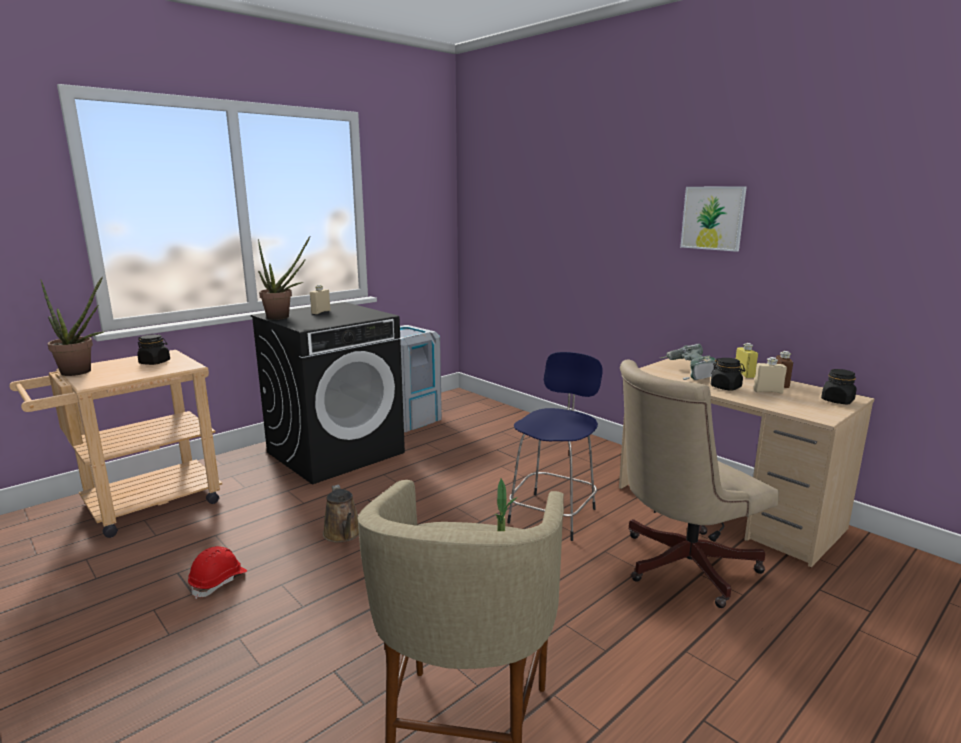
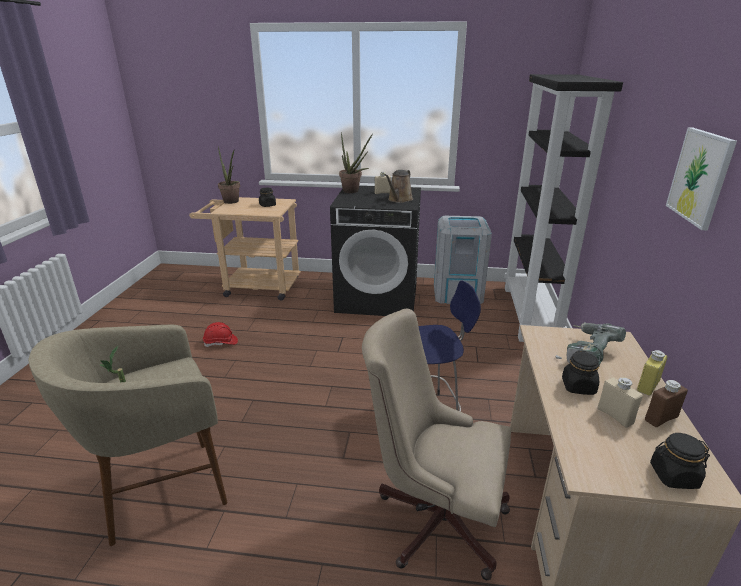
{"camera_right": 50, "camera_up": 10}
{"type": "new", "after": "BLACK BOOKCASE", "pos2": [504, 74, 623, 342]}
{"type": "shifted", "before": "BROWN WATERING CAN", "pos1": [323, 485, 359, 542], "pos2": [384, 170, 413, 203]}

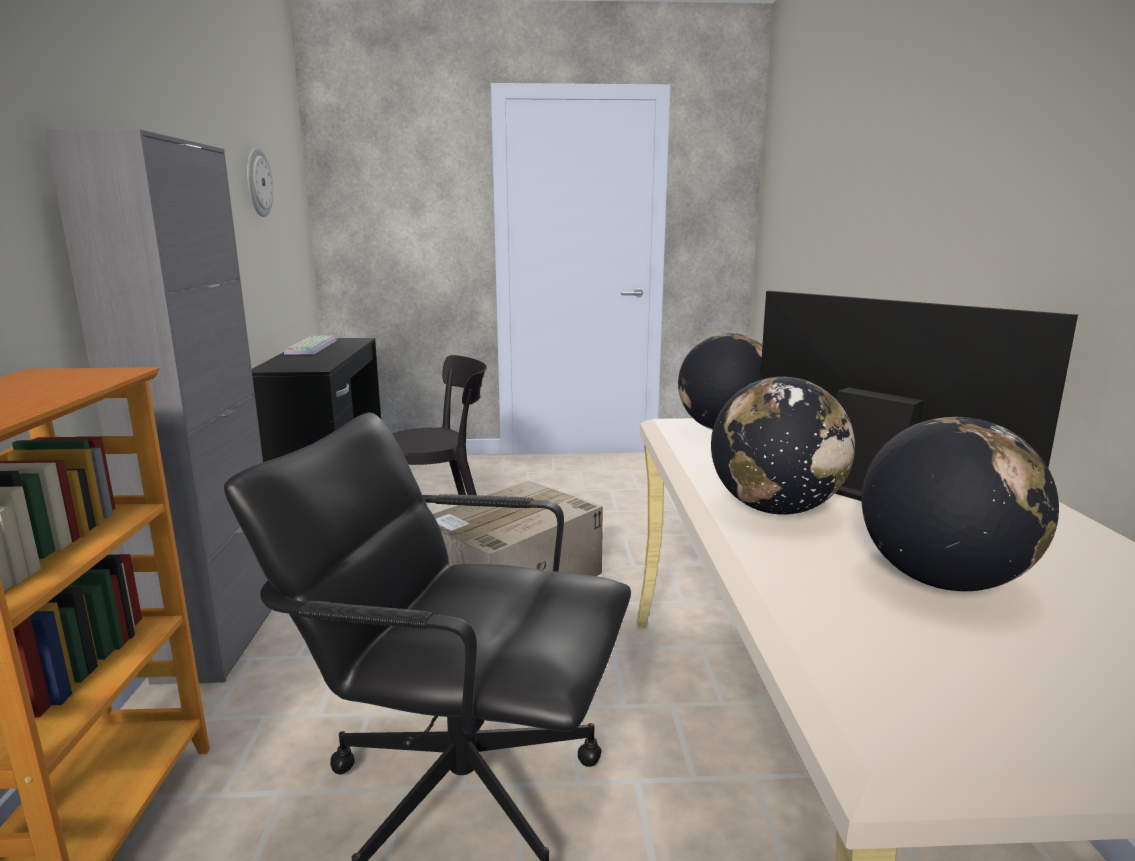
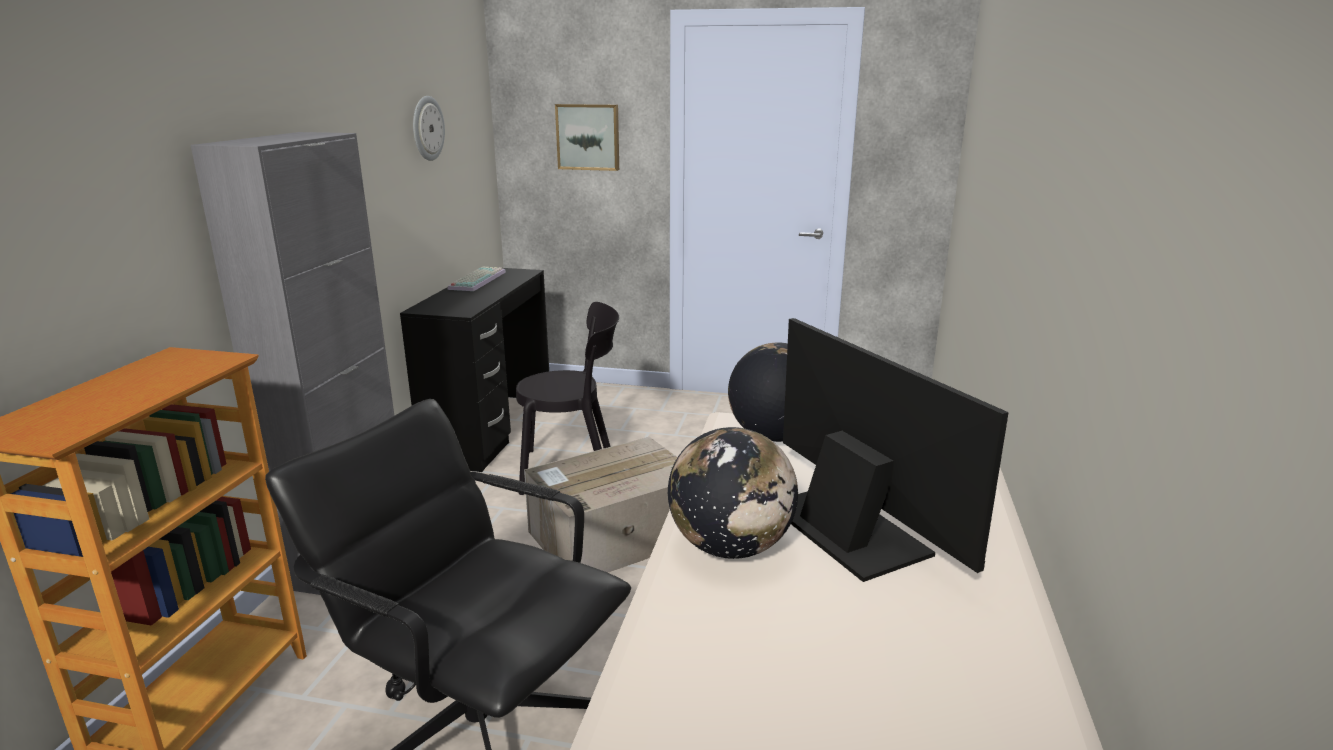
{"camera_right": 15, "camera_up": 5}
{"type": "gone", "before": "DESK GLOBE", "pos1": [861, 417, 1059, 591]}
{"type": "new", "after": "PICTURE", "pos2": [555, 104, 619, 171]}

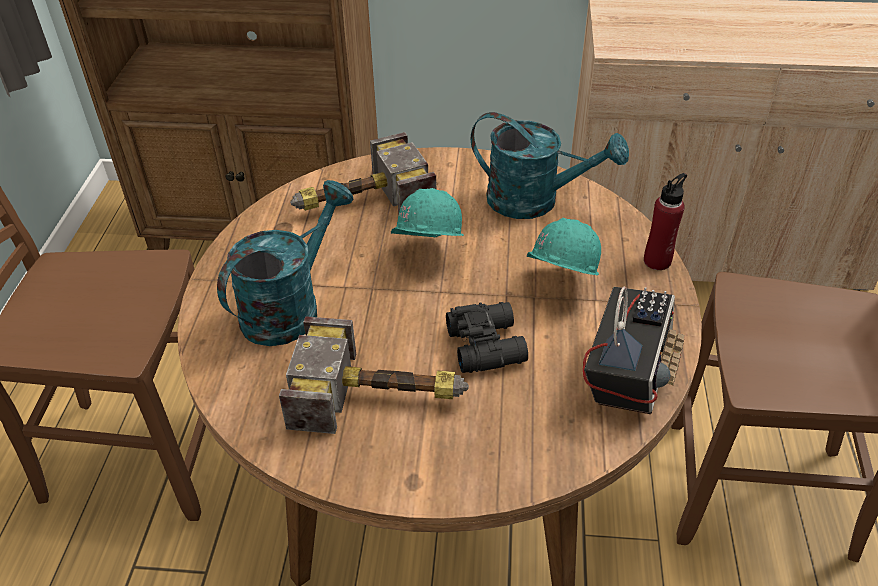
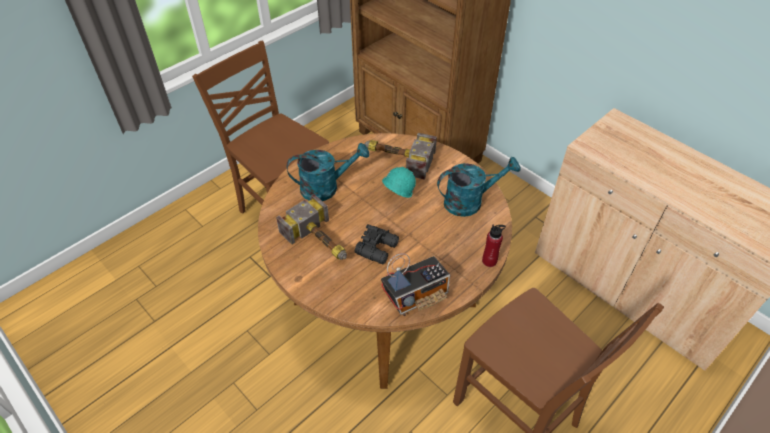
{"camera_right": 40, "camera_up": 5}
{"type": "gone", "before": "TURQUOISE-COLOURED WORK HELMET", "pos1": [527, 218, 601, 276]}
{"type": "rotated", "before": "TURQUOISE-COLOURED WATERING CAN", "pos1": [470, 112, 629, 219], "pos2": [437, 157, 521, 217], "turn": -75}

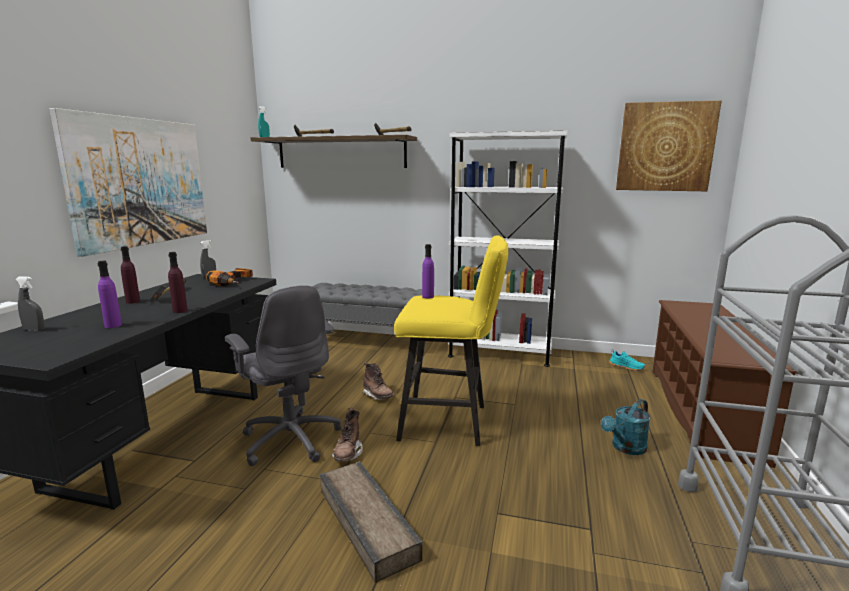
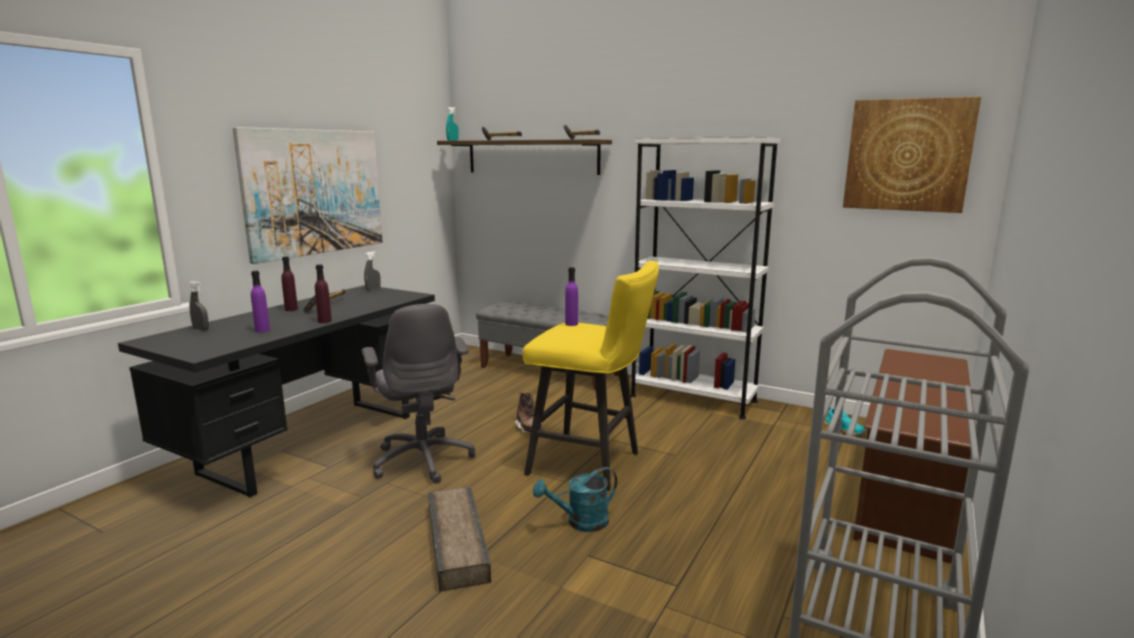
{"camera_right": 15, "camera_up": 0}
{"type": "gone", "before": "DRILL", "pos1": [206, 268, 253, 286]}
{"type": "gone", "before": "BROWN HIGH-TOP BOOT", "pos1": [332, 407, 363, 462]}
{"type": "shifted", "before": "TURQUOISE-COLOURED WATERING CAN", "pos1": [601, 399, 651, 455], "pos2": [533, 467, 617, 532]}

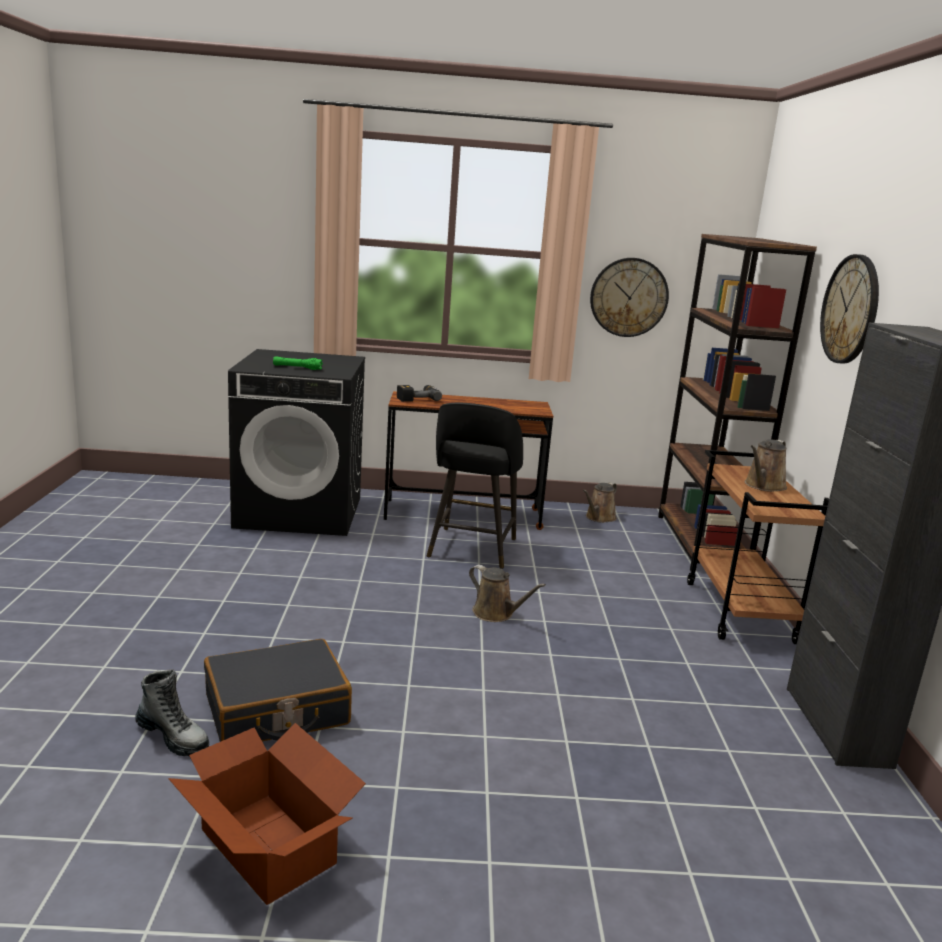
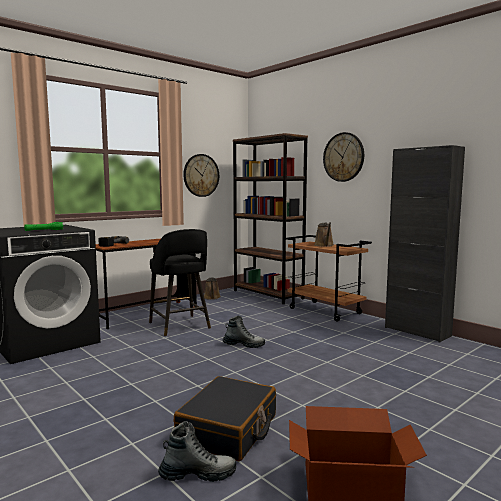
{"camera_right": -40, "camera_up": -10}
{"type": "swapped", "before": "BROWN WATERING CAN", "after": "HIGH-TOP BOOT", "pos1": [469, 565, 546, 622], "pos2": [223, 316, 265, 348]}

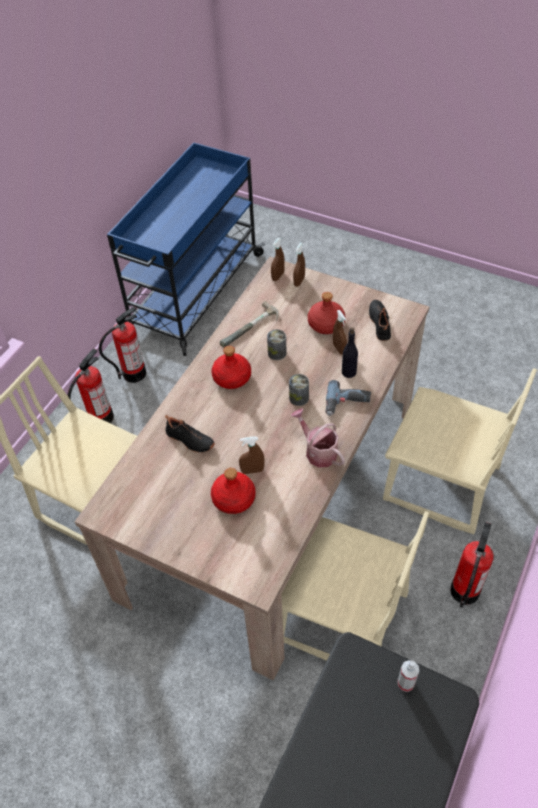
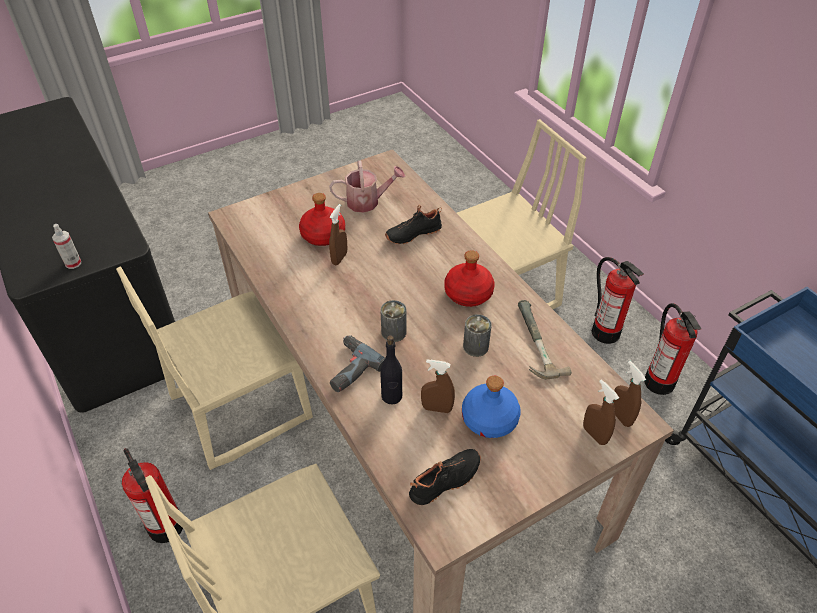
{"camera_right": 120, "camera_up": -5}
{"type": "shifted", "before": "WATERING CAN", "pos1": [291, 408, 345, 468], "pos2": [329, 160, 405, 213]}
{"type": "repainted", "before": "RED-COLOURED BOTTLE", "after": "BLUE BOTTLE", "pos1": [308, 292, 346, 334], "pos2": [462, 376, 521, 438]}
{"type": "rotated", "before": "BLACK ITEM OF FOOTWEAR", "pos1": [369, 300, 391, 341], "pos2": [409, 449, 481, 505], "turn": -60}

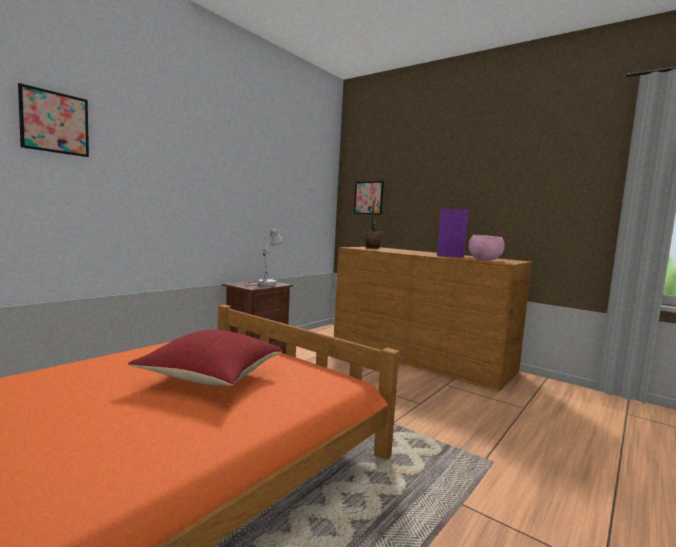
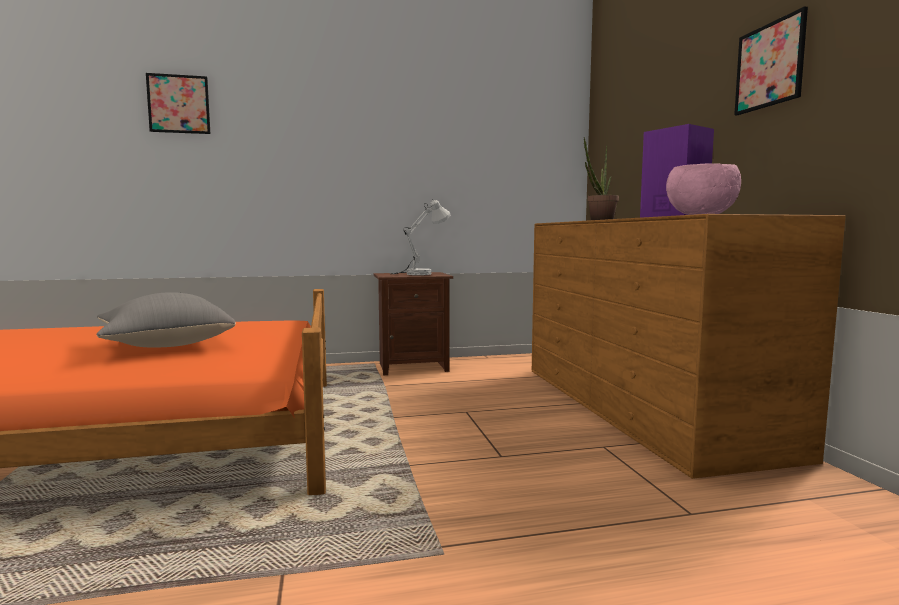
{"camera_right": 40, "camera_up": 0}
{"type": "shifted", "before": "PICTURE", "pos1": [354, 181, 384, 215], "pos2": [734, 6, 808, 115]}
{"type": "repainted", "before": "RED-COLOURED THROW PILLOW", "after": "GREY THROW PILLOW", "pos1": [128, 330, 283, 386], "pos2": [96, 292, 236, 348]}

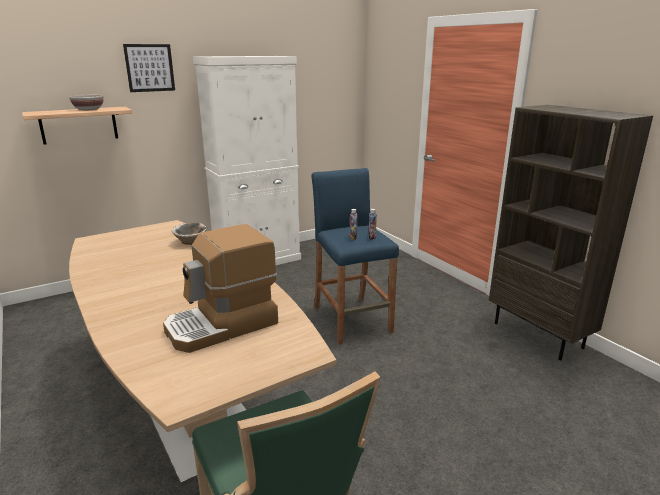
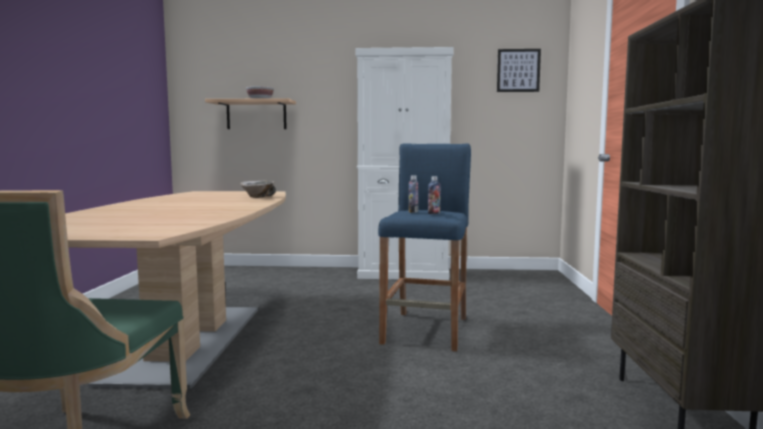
{"camera_right": 35, "camera_up": -15}
{"type": "gone", "before": "COFFEE MAKER", "pos1": [163, 224, 278, 353]}
{"type": "shifted", "before": "PICTURE", "pos1": [123, 44, 175, 92], "pos2": [497, 49, 541, 92]}

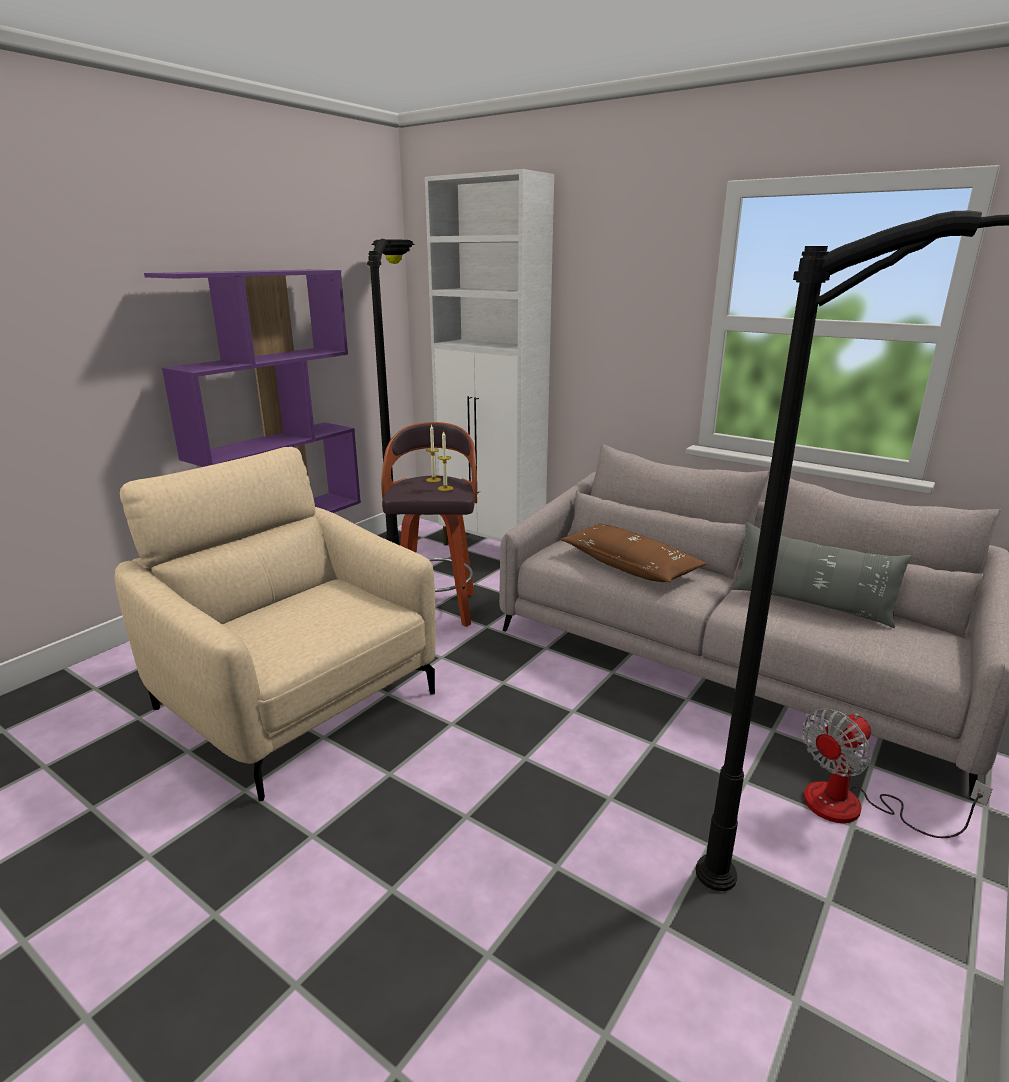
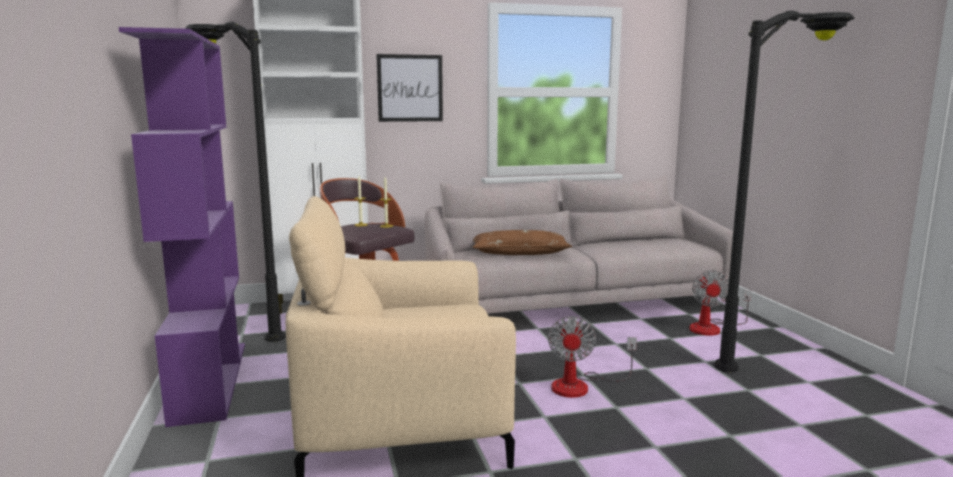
{"camera_right": -50, "camera_up": -10}
{"type": "gone", "before": "GREY THROW PILLOW", "pos1": [731, 522, 911, 628]}
{"type": "new", "after": "PICTURE", "pos2": [376, 54, 443, 122]}
{"type": "new", "after": "FAN", "pos2": [548, 316, 637, 398]}

